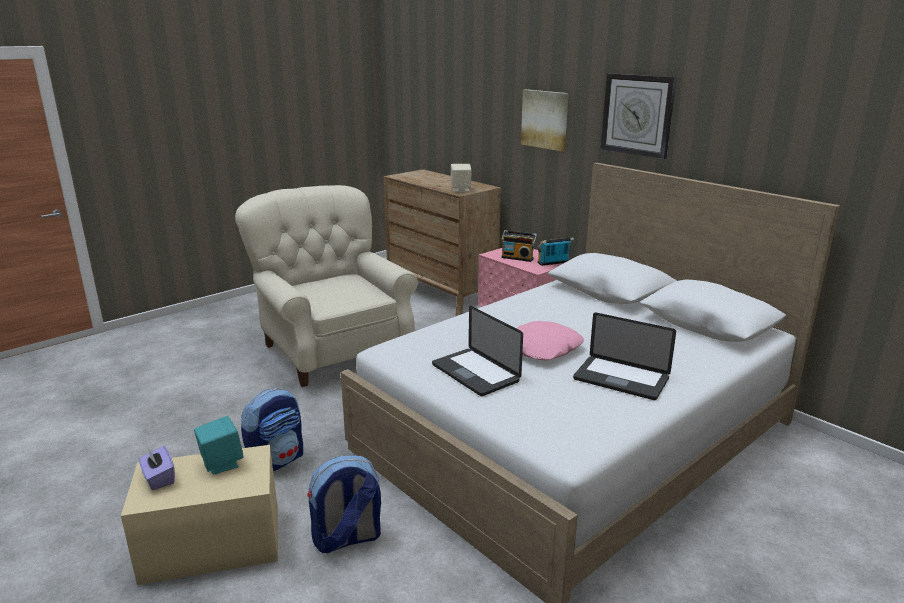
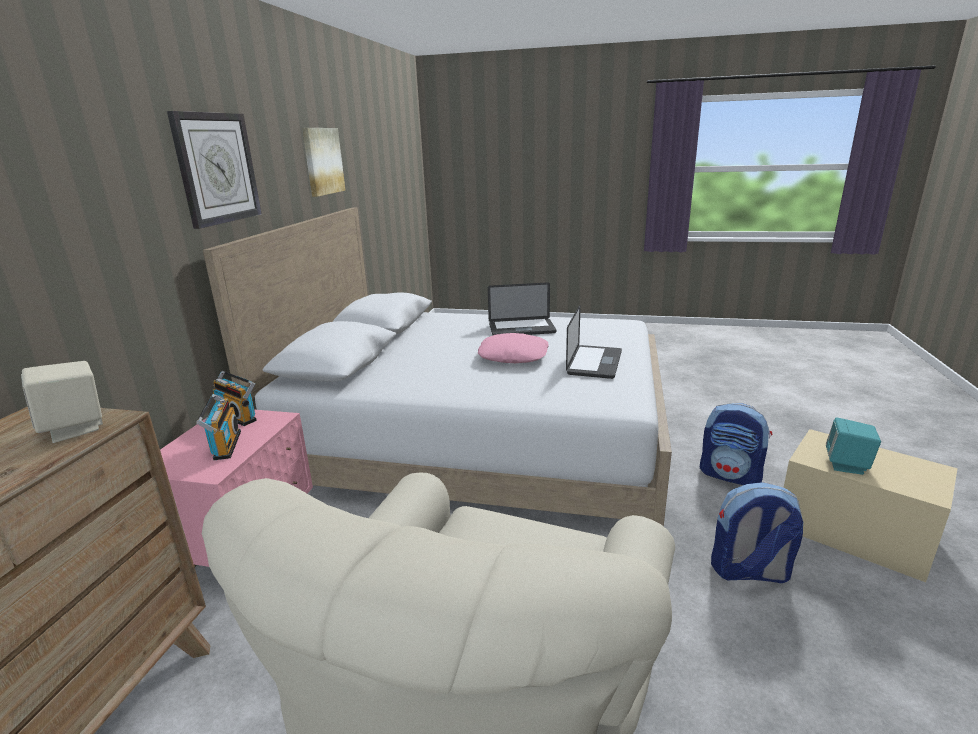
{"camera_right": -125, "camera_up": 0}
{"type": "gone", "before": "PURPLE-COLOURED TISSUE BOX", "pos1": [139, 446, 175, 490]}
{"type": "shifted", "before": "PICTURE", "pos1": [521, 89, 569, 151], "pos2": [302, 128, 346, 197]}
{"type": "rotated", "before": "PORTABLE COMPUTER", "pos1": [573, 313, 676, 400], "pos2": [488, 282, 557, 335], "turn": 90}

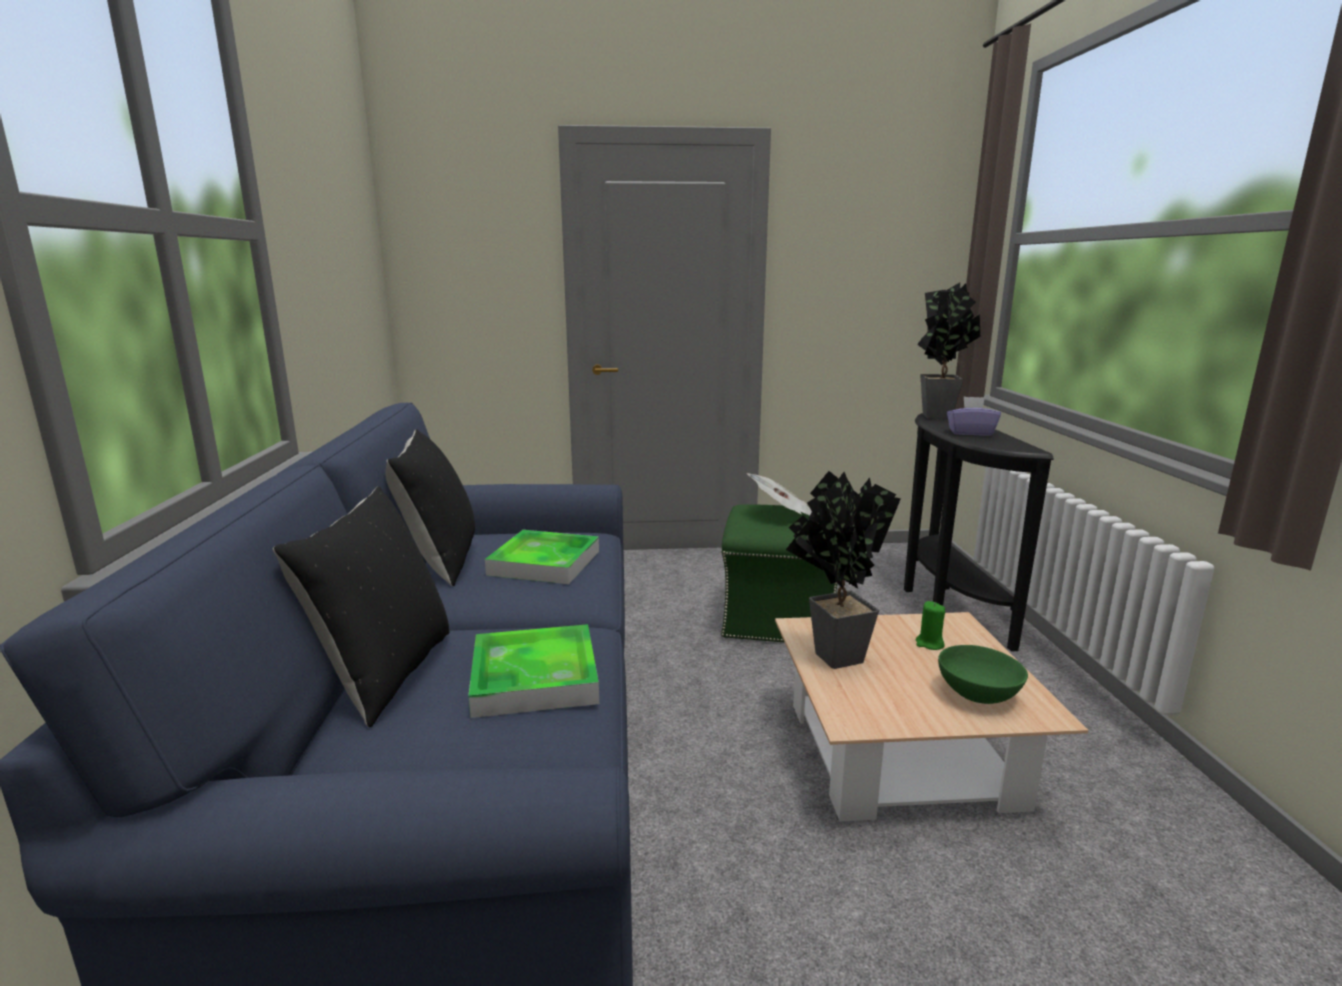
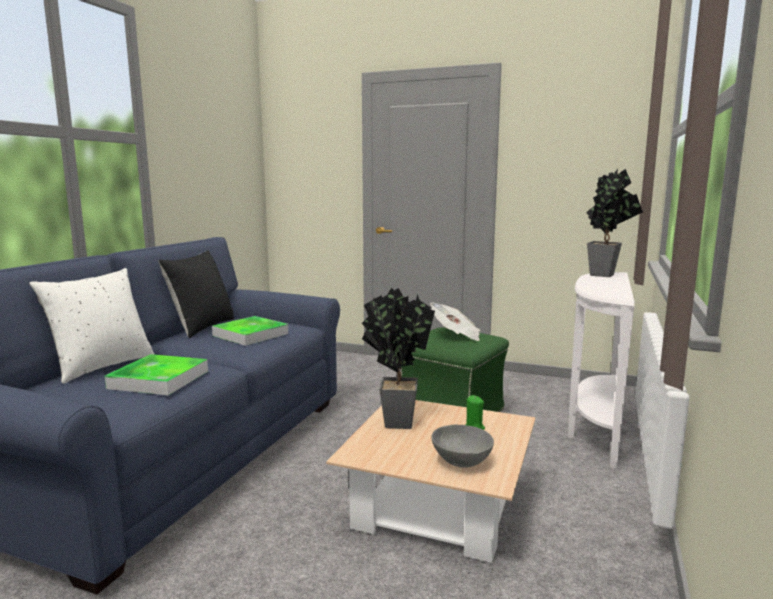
{"camera_right": 25, "camera_up": -5}
{"type": "gone", "before": "PURPLE-COLOURED TISSUE BOX", "pos1": [947, 397, 1001, 436]}
{"type": "repainted", "before": "BLACK THROW PILLOW", "after": "WHITE THROW PILLOW", "pos1": [273, 486, 449, 727], "pos2": [29, 268, 155, 384]}
{"type": "repainted", "before": "BLACK NARROW TABLE", "after": "WHITE NARROW TABLE", "pos1": [904, 413, 1054, 651], "pos2": [567, 272, 635, 469]}
{"type": "repainted", "before": "GREEN-COLOURED DEEP DISH", "after": "GREY DEEP DISH", "pos1": [938, 645, 1028, 704], "pos2": [431, 425, 494, 468]}

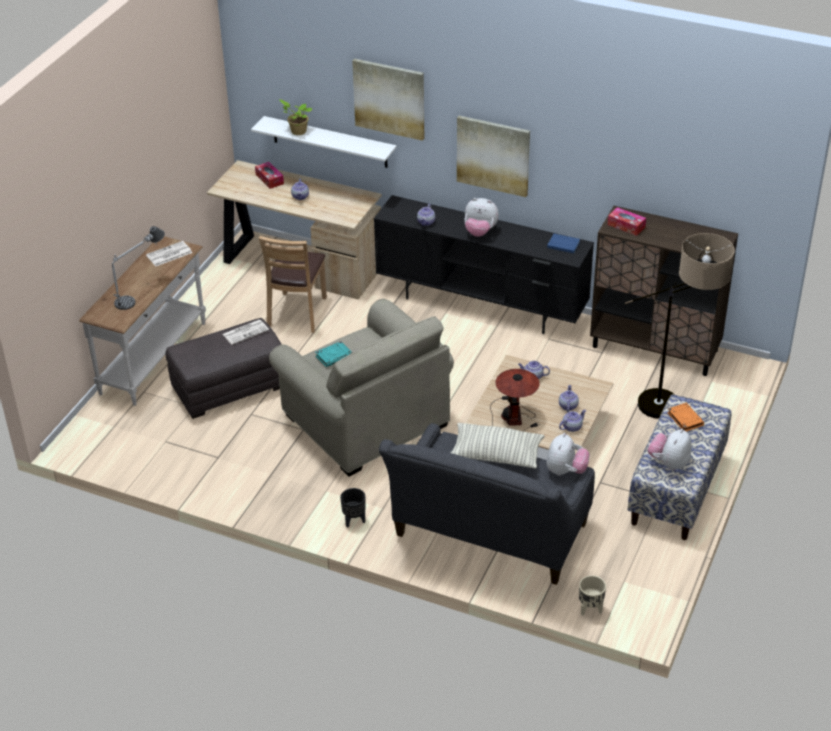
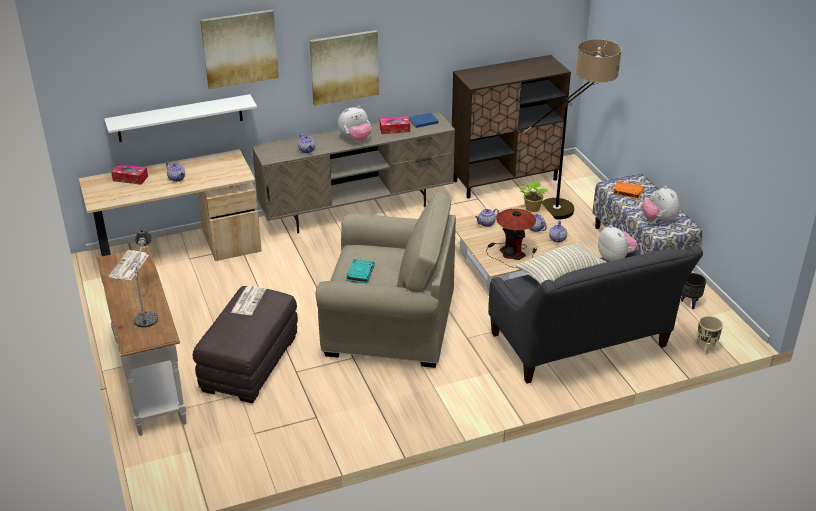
{"camera_right": -45, "camera_up": -5}
{"type": "gone", "before": "BROWN UPRIGHT CHAIR", "pos1": [258, 236, 327, 333]}
{"type": "shifted", "before": "HOUSEPLANT", "pos1": [279, 99, 312, 135], "pos2": [518, 181, 548, 212]}
{"type": "shifted", "before": "BLACK PLANT POT", "pos1": [340, 488, 366, 527], "pos2": [681, 273, 706, 309]}
{"type": "shifted", "before": "TISSUE BOX", "pos1": [608, 207, 646, 236], "pos2": [380, 116, 410, 134]}
{"type": "repainted", "before": "BLACK MEDIA CONSOLE", "after": "SAND-COLOURED MEDIA CONSOLE", "pos1": [374, 195, 594, 334], "pos2": [252, 112, 455, 233]}

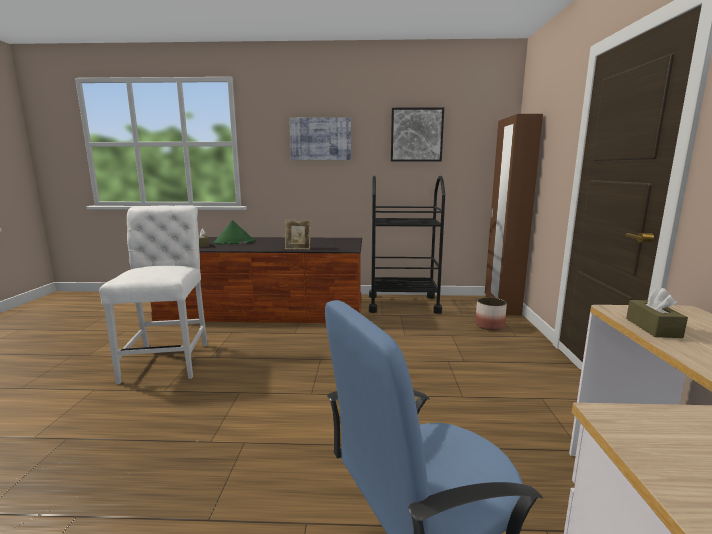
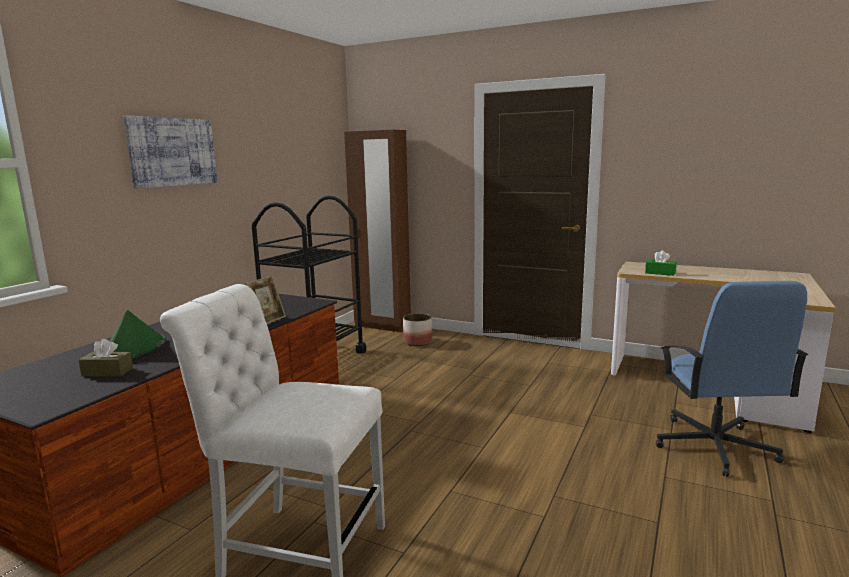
{"camera_right": -65, "camera_up": 0}
{"type": "gone", "before": "PICTURE", "pos1": [391, 107, 444, 162]}
{"type": "repainted", "before": "BROWN TISSUE BOX", "after": "GREEN-COLOURED TISSUE BOX", "pos1": [626, 288, 688, 338], "pos2": [645, 250, 677, 276]}

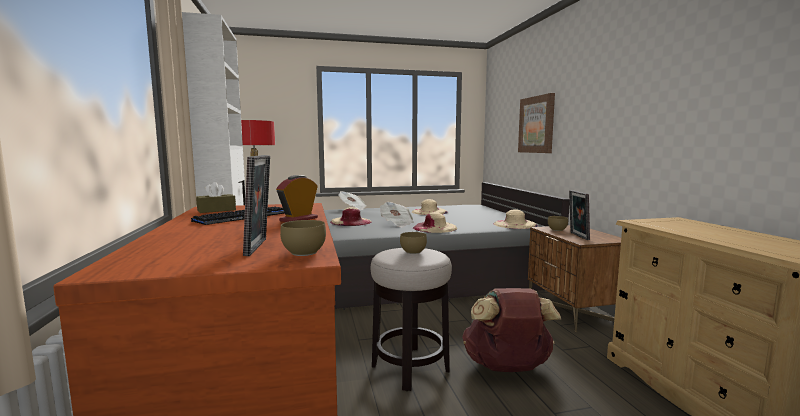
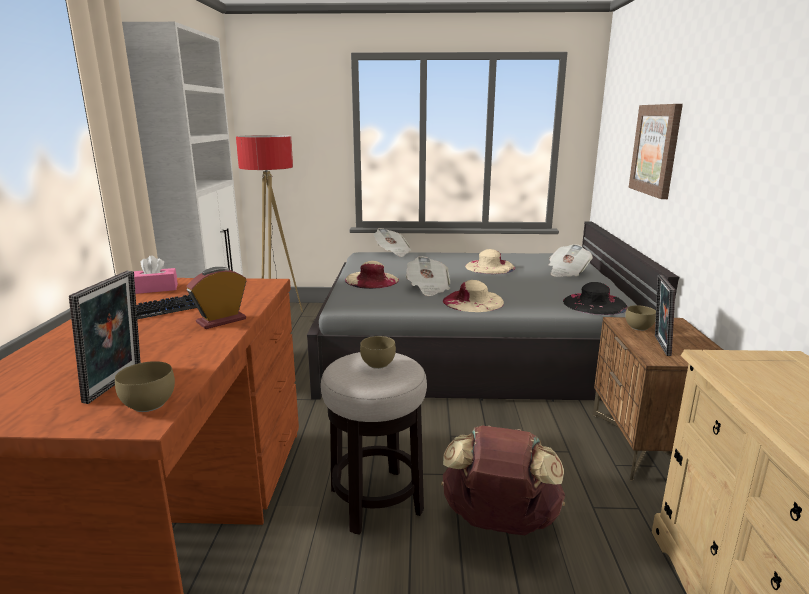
{"camera_right": 15, "camera_up": 10}
{"type": "new", "after": "PRINTED PAPER", "pos2": [549, 244, 593, 277]}
{"type": "repainted", "before": "BROWN TISSUE BOX", "after": "PINK-COLOURED TISSUE BOX", "pos1": [196, 182, 236, 213], "pos2": [133, 256, 178, 294]}
{"type": "repainted", "before": "SAND-COLOURED HAT", "after": "BLACK HAT", "pos1": [494, 209, 538, 229], "pos2": [563, 282, 628, 315]}

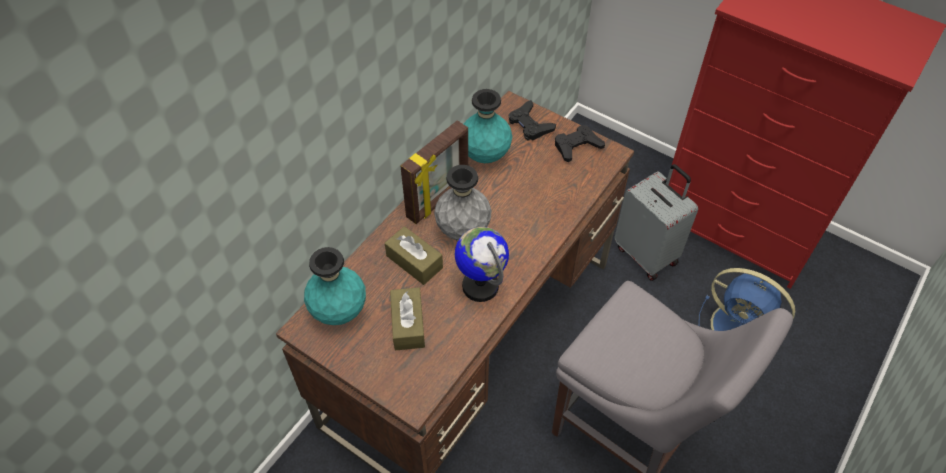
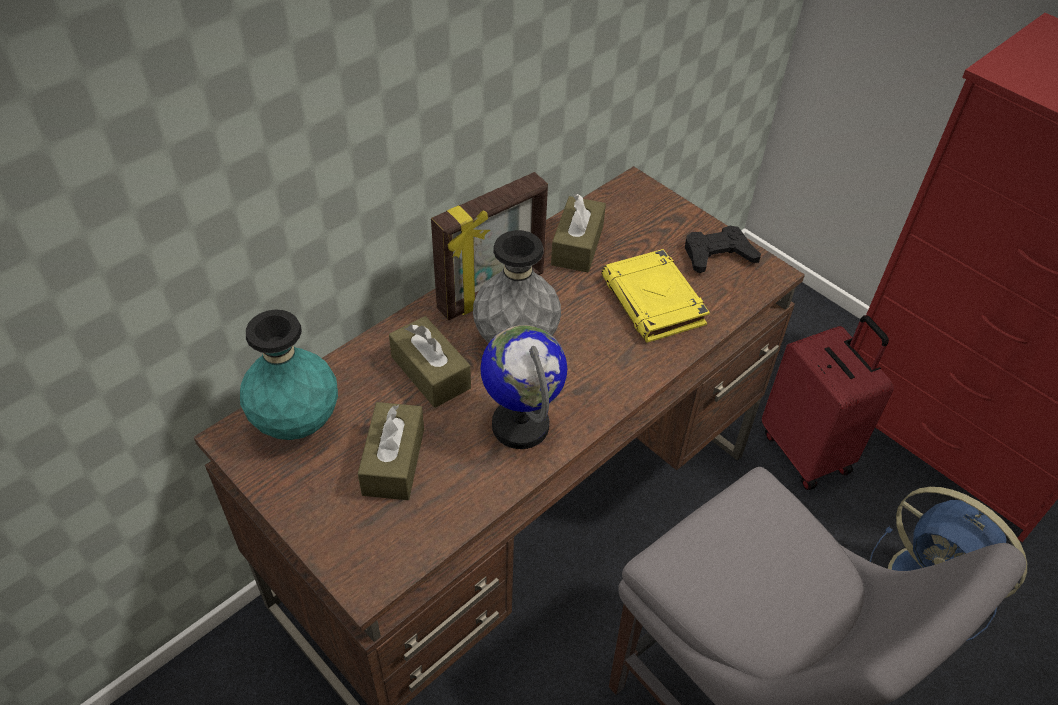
{"camera_right": 10, "camera_up": -5}
{"type": "gone", "before": "BLACK GAMEPAD", "pos1": [509, 100, 556, 141]}
{"type": "new", "after": "YELLOWISH VOLUME", "pos2": [601, 249, 710, 343]}
{"type": "swapped", "before": "TURQUOISE-COLOURED DECORATIVE VASE", "after": "BROWN TISSUE BOX", "pos1": [464, 89, 512, 163], "pos2": [551, 194, 606, 272]}
{"type": "repainted", "before": "GREY TRAVEL CASE", "after": "RED-COLOURED TRAVEL CASE", "pos1": [614, 164, 698, 281], "pos2": [762, 315, 894, 490]}

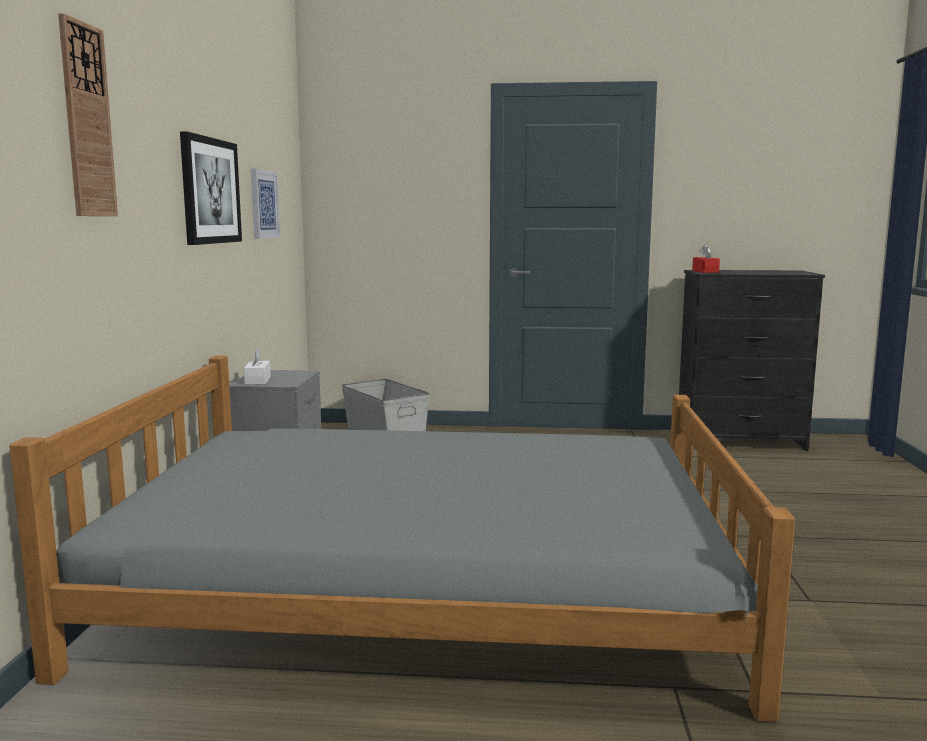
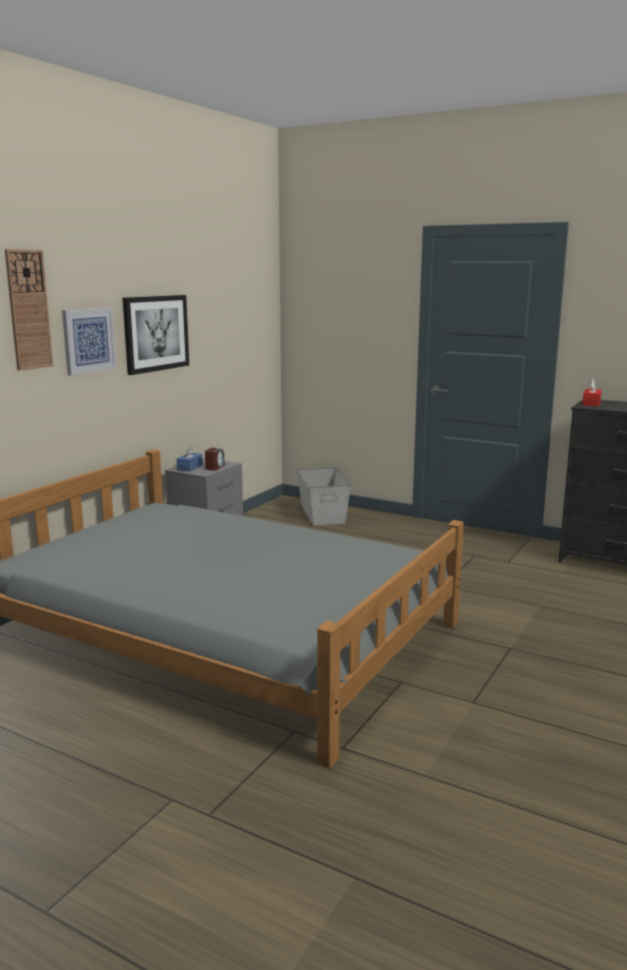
{"camera_right": 25, "camera_up": 5}
{"type": "new", "after": "TABLE CLOCK", "pos2": [205, 448, 225, 470]}
{"type": "shifted", "before": "PICTURE", "pos1": [251, 169, 280, 239], "pos2": [62, 307, 117, 376]}
{"type": "repainted", "before": "WHITE TISSUE BOX", "after": "BLUE TISSUE BOX", "pos1": [244, 349, 271, 385], "pos2": [177, 445, 203, 472]}

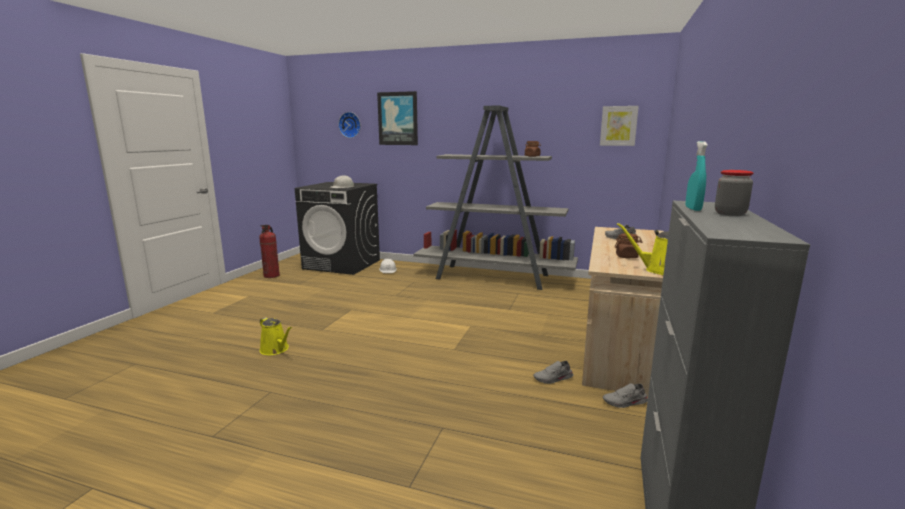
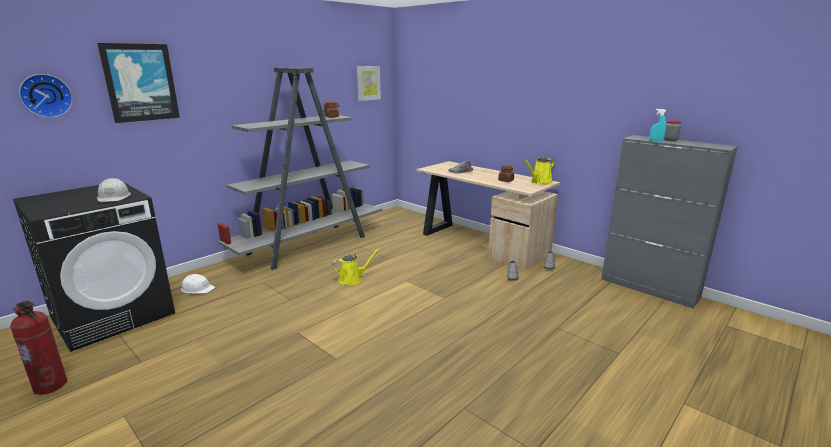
{"camera_right": -65, "camera_up": 5}
{"type": "shifted", "before": "YELLOWISH WATERING CAN", "pos1": [260, 317, 292, 355], "pos2": [332, 248, 380, 285]}

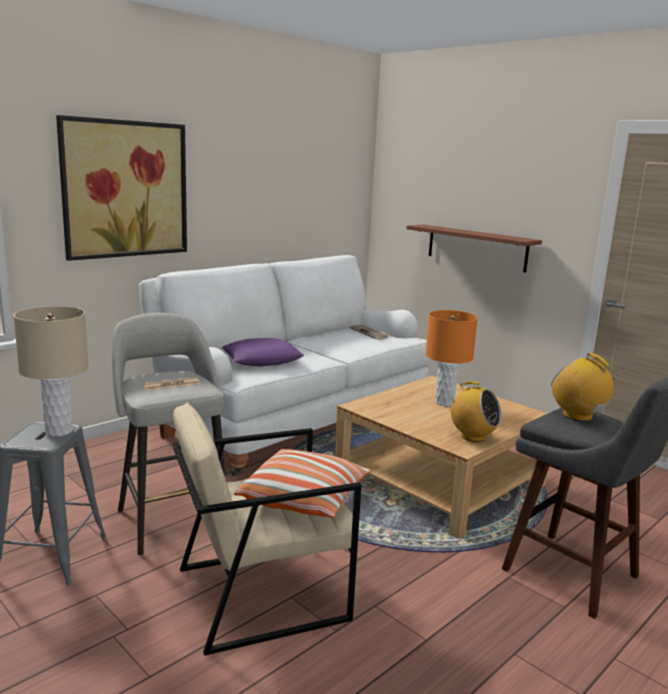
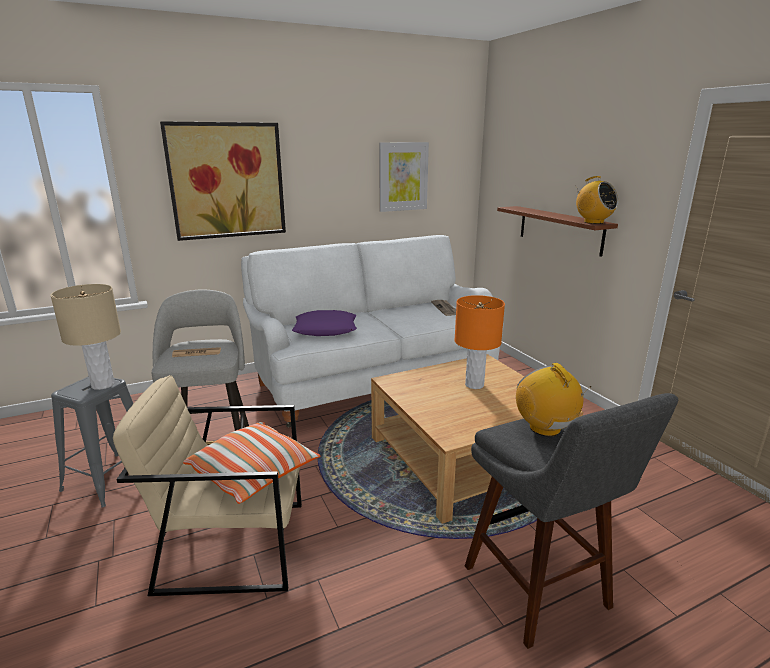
{"camera_right": 20, "camera_up": 5}
{"type": "new", "after": "PICTURE", "pos2": [379, 142, 429, 212]}
{"type": "shifted", "before": "RADIO SET", "pos1": [450, 381, 501, 442], "pos2": [575, 176, 618, 224]}

